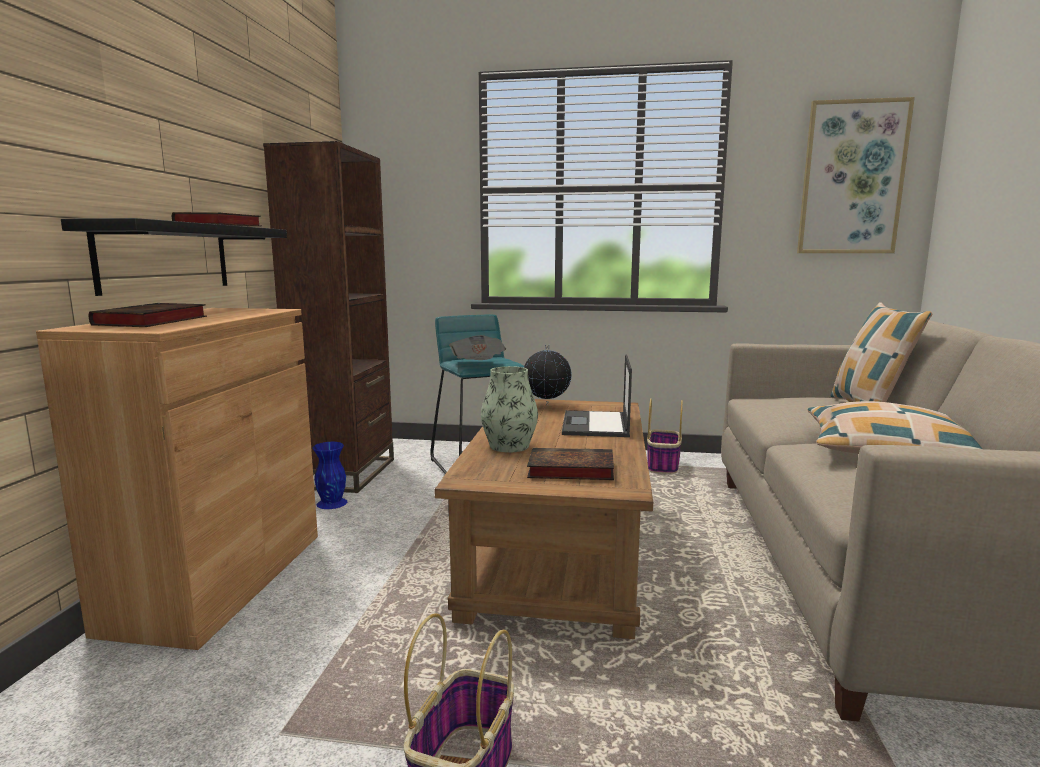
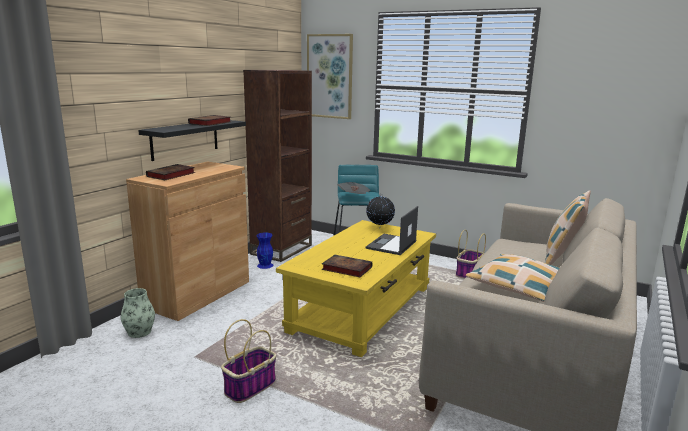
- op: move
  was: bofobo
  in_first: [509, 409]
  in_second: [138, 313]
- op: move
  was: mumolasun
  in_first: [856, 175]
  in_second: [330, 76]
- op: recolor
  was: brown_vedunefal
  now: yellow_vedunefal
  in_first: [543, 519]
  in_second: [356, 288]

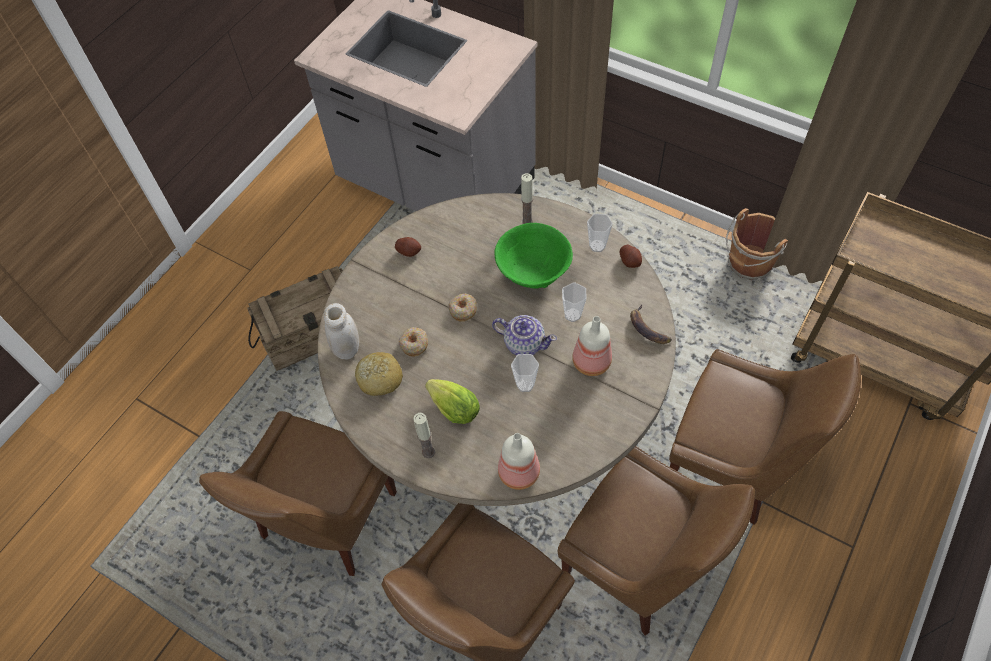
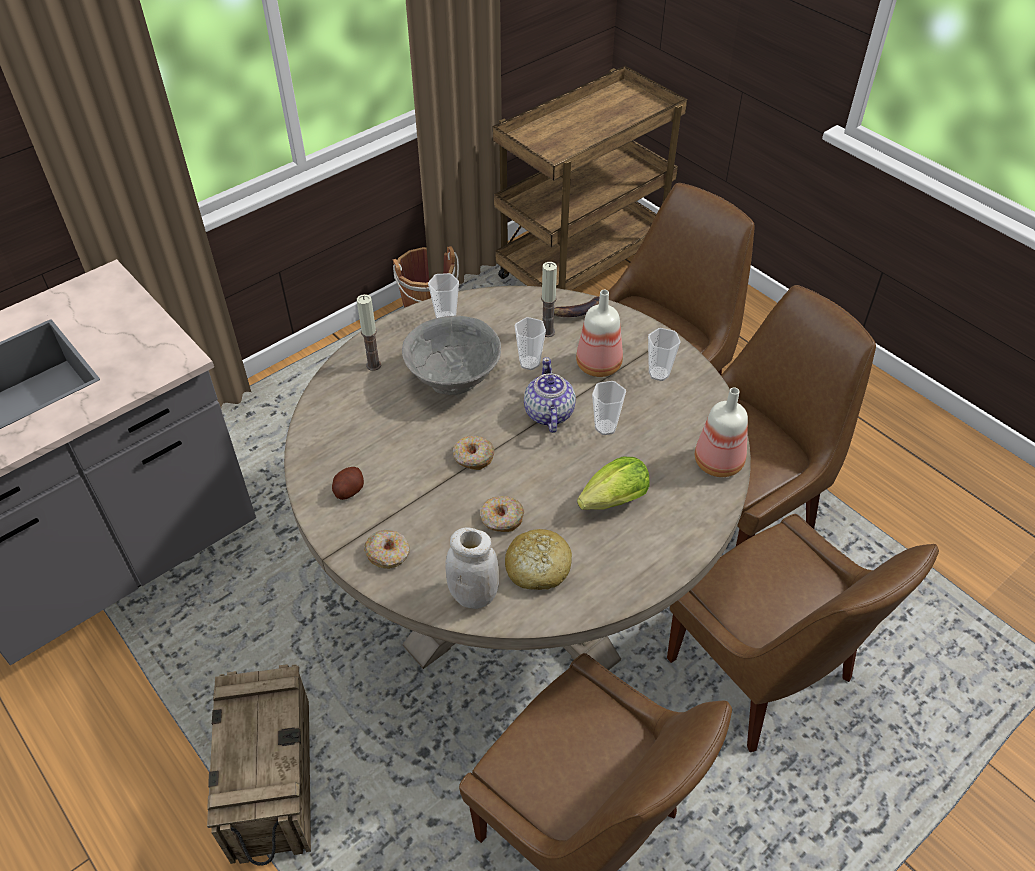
- op: delete
  was: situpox
  in_first: [630, 256]
- op: insert
  now: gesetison
  in_second: [387, 549]
- op: insert
  now: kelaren
  in_second: [664, 354]
- op: move
  was: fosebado
  in_first: [424, 435]
  in_second: [549, 299]
- op: recolor
  was: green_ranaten
  now: grey_ranaten
  in_first: [534, 255]
  in_second: [451, 355]
- op: rotate
  was: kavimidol
  in_first: [524, 335]
  in_second: [550, 395]
  clockwise: -45

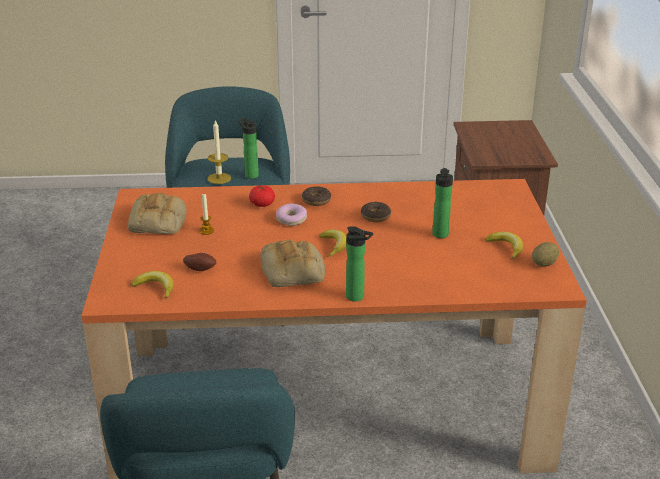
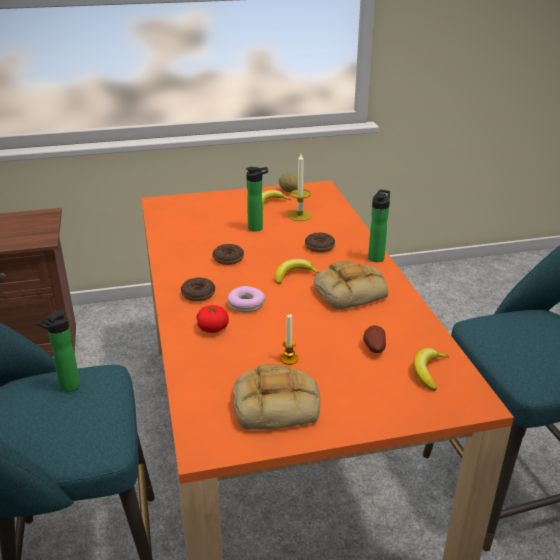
- op: insert
  now: gesetison
  in_second: [320, 242]
- op: move
  was: fosebado
  in_first: [219, 152]
  in_second: [300, 187]

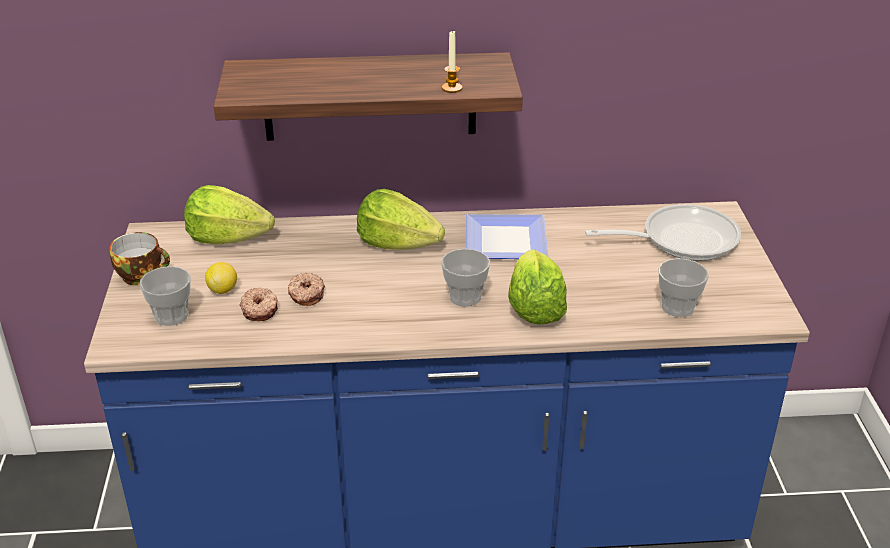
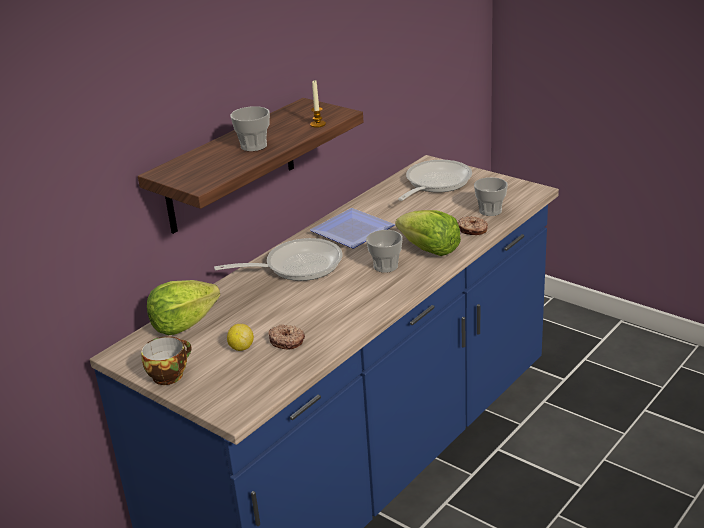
- op: move
  was: kelaren
  in_first: [165, 296]
  in_second: [250, 128]
- op: move
  was: gesetison
  in_first: [306, 289]
  in_second: [472, 225]
- op: replace
  was: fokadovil
  now: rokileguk
  in_first: [401, 219]
  in_second: [278, 259]

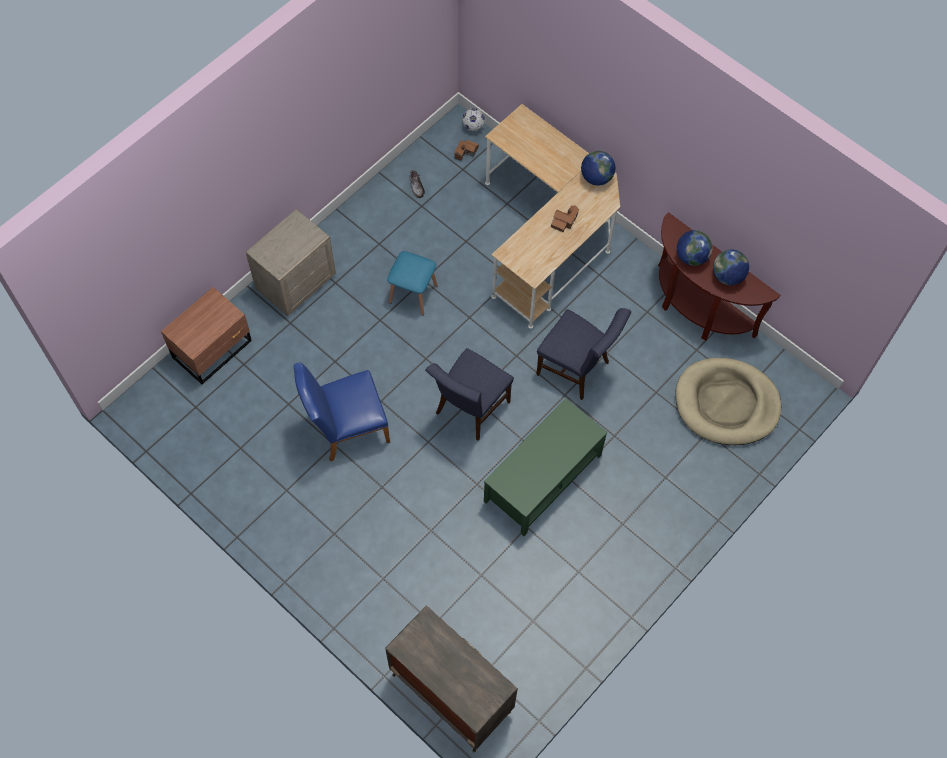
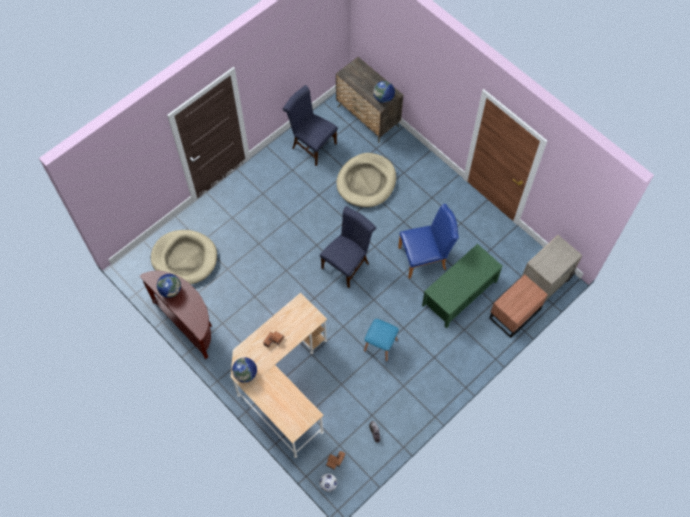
- op: insert
  now: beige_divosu
  in_second: [366, 180]
- op: move
  was: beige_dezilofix
  in_first: [291, 262]
  in_second: [552, 268]
- op: move
  was: green_vedunefal
  in_first: [546, 467]
  in_second: [462, 286]
- op: move
  was: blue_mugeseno
  in_first: [583, 354]
  in_second: [310, 125]
- op: move
  was: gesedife
  in_first: [695, 248]
  in_second: [384, 92]

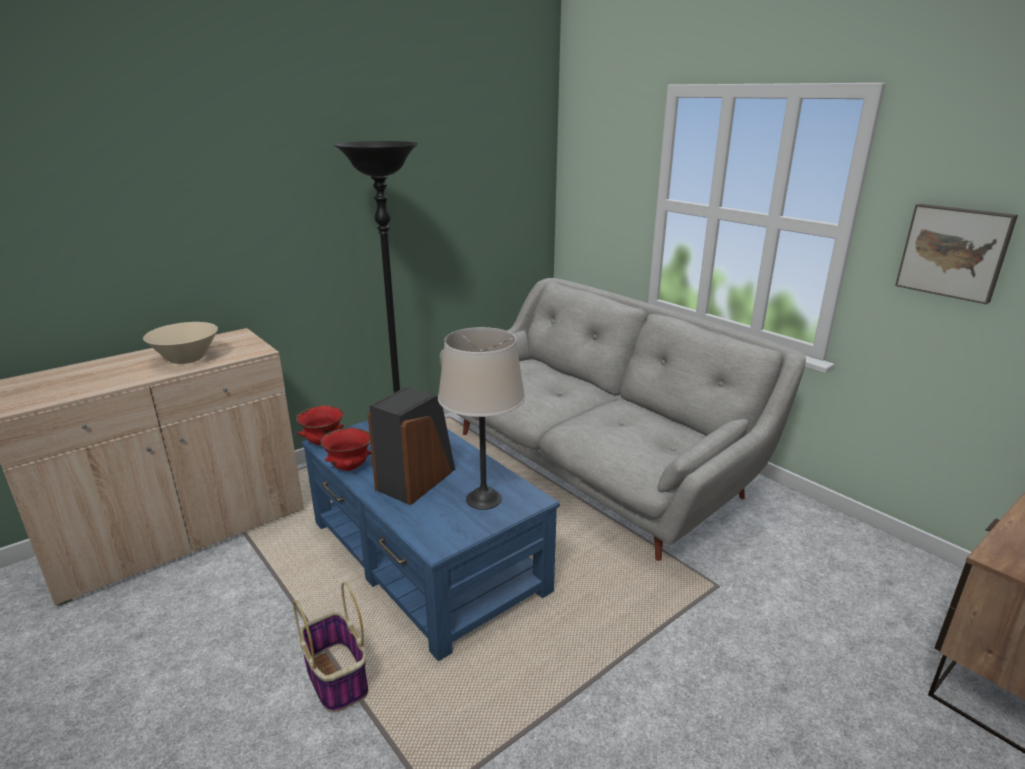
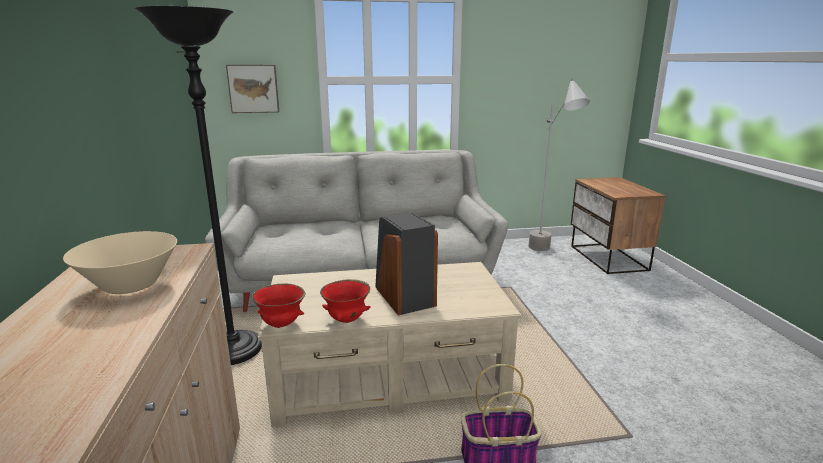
- op: delete
  was: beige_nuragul
  in_first: [481, 418]
- op: insert
  now: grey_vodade
  in_second: [559, 164]
- op: move
  was: mumolasun
  in_first: [956, 254]
  in_second: [252, 89]
- op: recolor
  was: blue_vedunefal
  now: beige_vedunefal
  in_first: [430, 540]
  in_second: [390, 344]

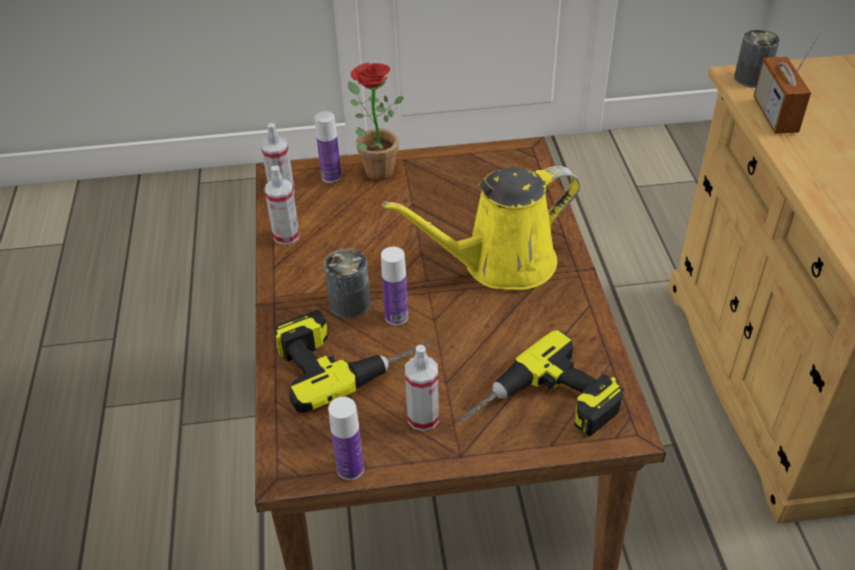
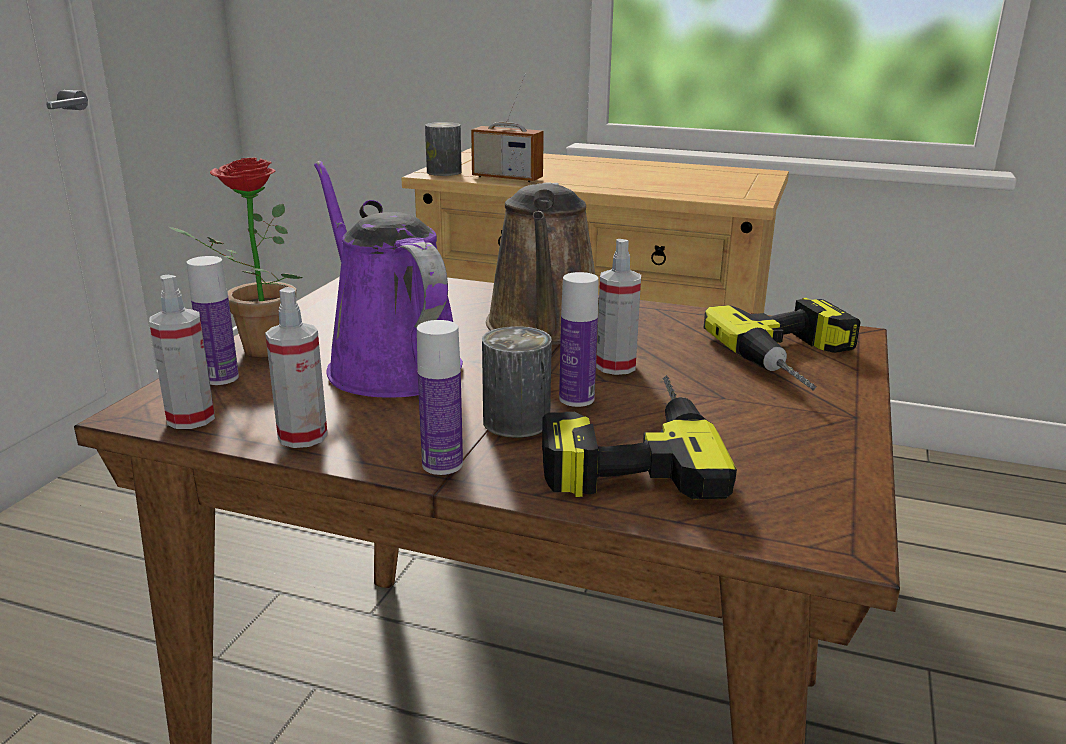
- op: insert
  now: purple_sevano
  in_second: [388, 279]
- op: move
  was: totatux
  in_first: [346, 438]
  in_second: [440, 397]
- op: move
  was: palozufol
  in_first: [422, 388]
  in_second: [618, 307]
- op: recolor
  was: yellow_sevano
  now: brown_sevano
  in_first: [481, 228]
  in_second: [542, 263]

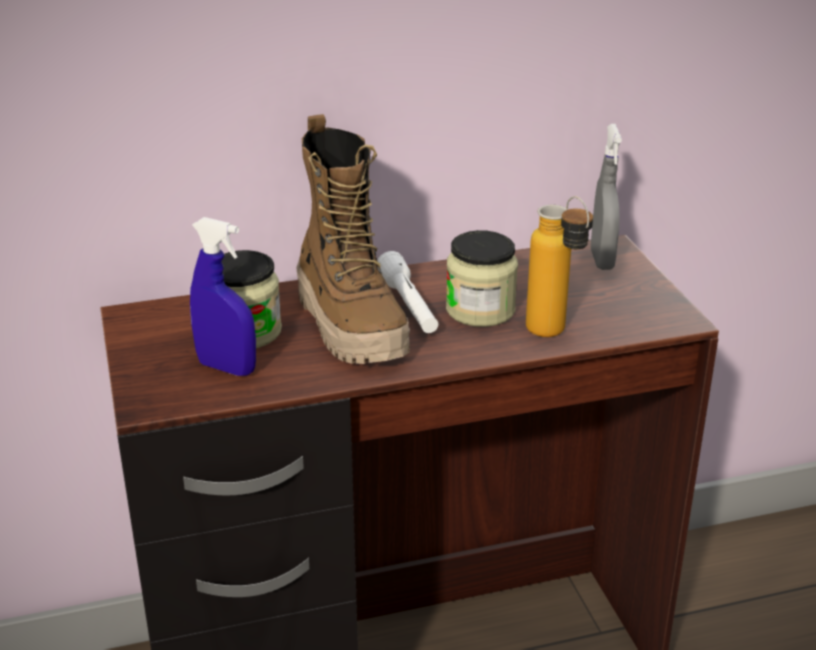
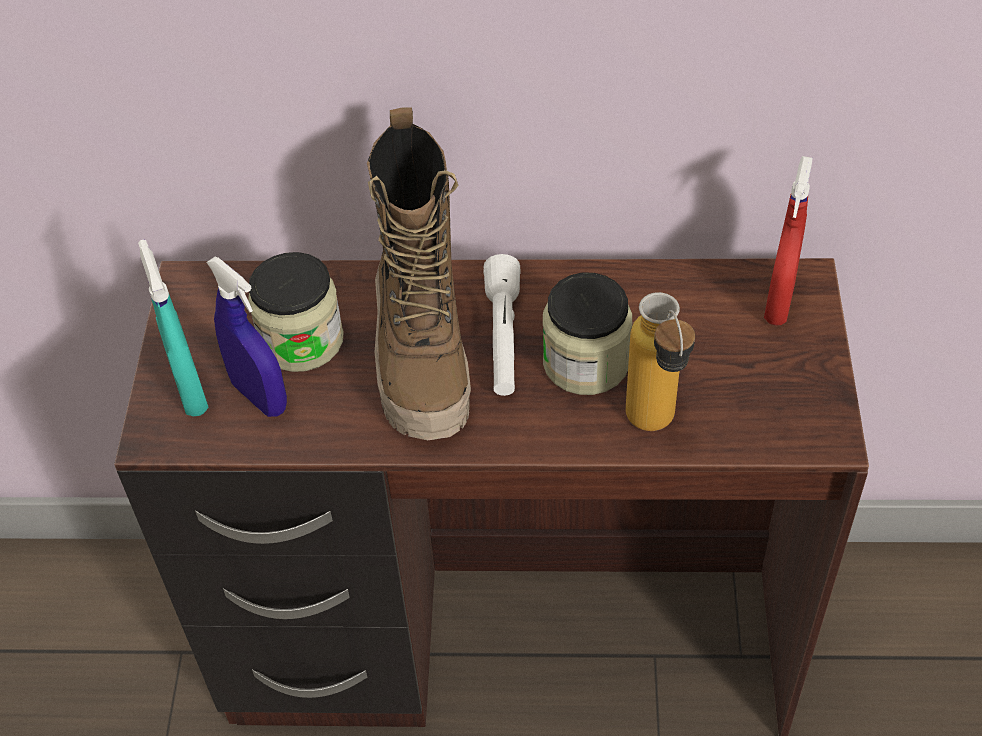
- op: insert
  now: turquoise_palozufol
  in_second: [173, 328]
- op: recolor
  was: grey_palozufol
  now: red_palozufol
  in_first: [606, 197]
  in_second: [788, 241]

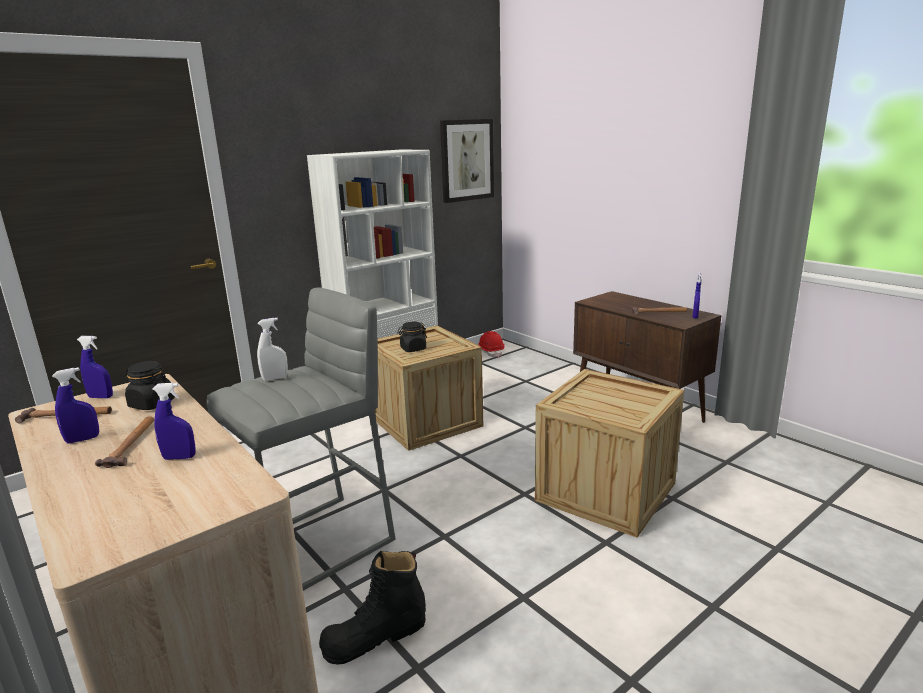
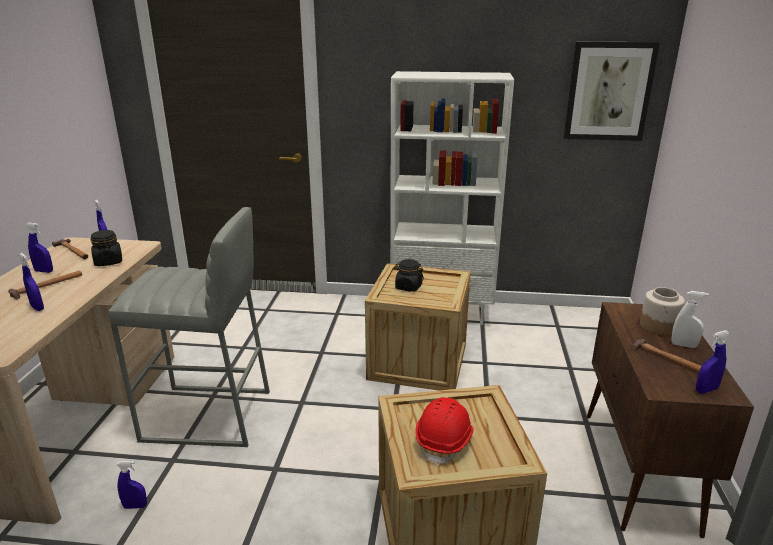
- op: insert
  now: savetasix
  in_second: [662, 311]
- op: move
  was: white_palozufol
  in_first: [272, 349]
  in_second: [690, 319]
- op: move
  was: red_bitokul
  in_first: [491, 344]
  in_second: [444, 431]
- op: replace
  was: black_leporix
  now: blue_palozufol
  in_first: [372, 608]
  in_second: [131, 485]

